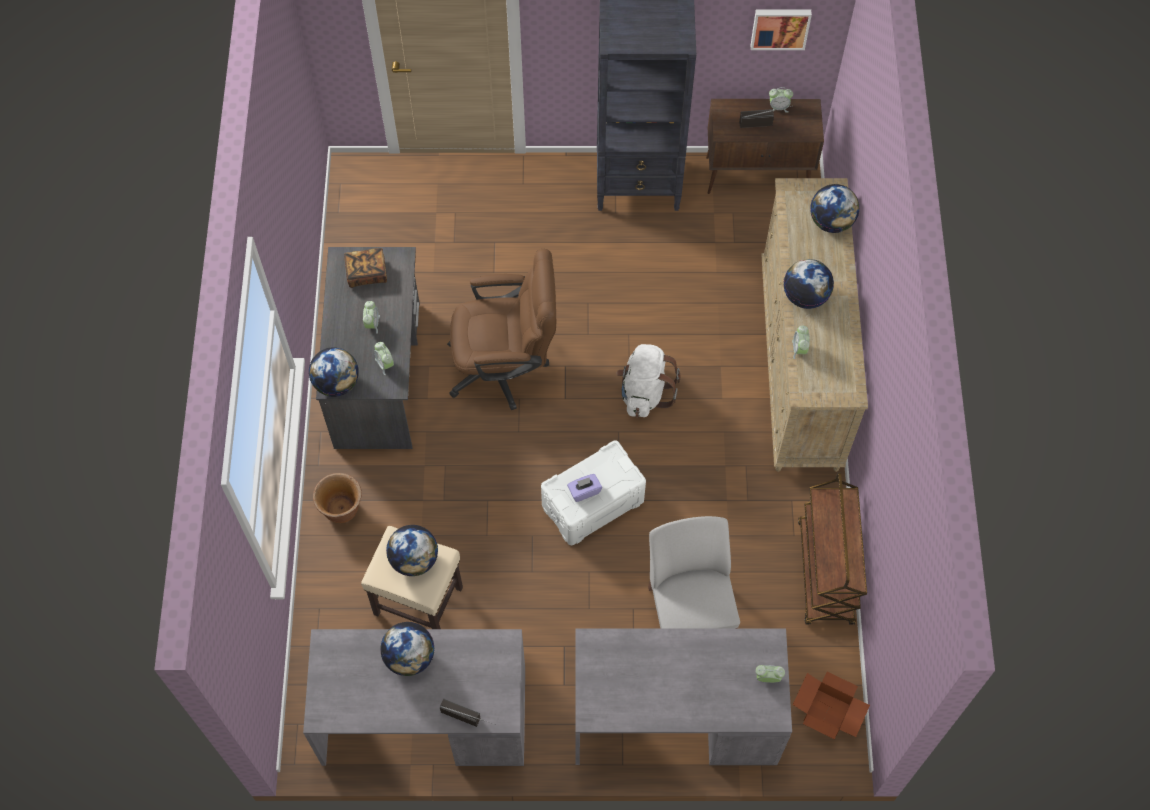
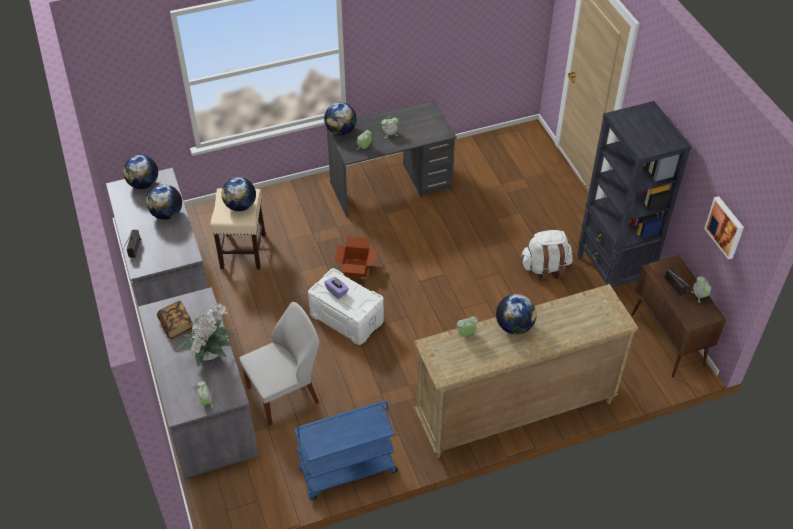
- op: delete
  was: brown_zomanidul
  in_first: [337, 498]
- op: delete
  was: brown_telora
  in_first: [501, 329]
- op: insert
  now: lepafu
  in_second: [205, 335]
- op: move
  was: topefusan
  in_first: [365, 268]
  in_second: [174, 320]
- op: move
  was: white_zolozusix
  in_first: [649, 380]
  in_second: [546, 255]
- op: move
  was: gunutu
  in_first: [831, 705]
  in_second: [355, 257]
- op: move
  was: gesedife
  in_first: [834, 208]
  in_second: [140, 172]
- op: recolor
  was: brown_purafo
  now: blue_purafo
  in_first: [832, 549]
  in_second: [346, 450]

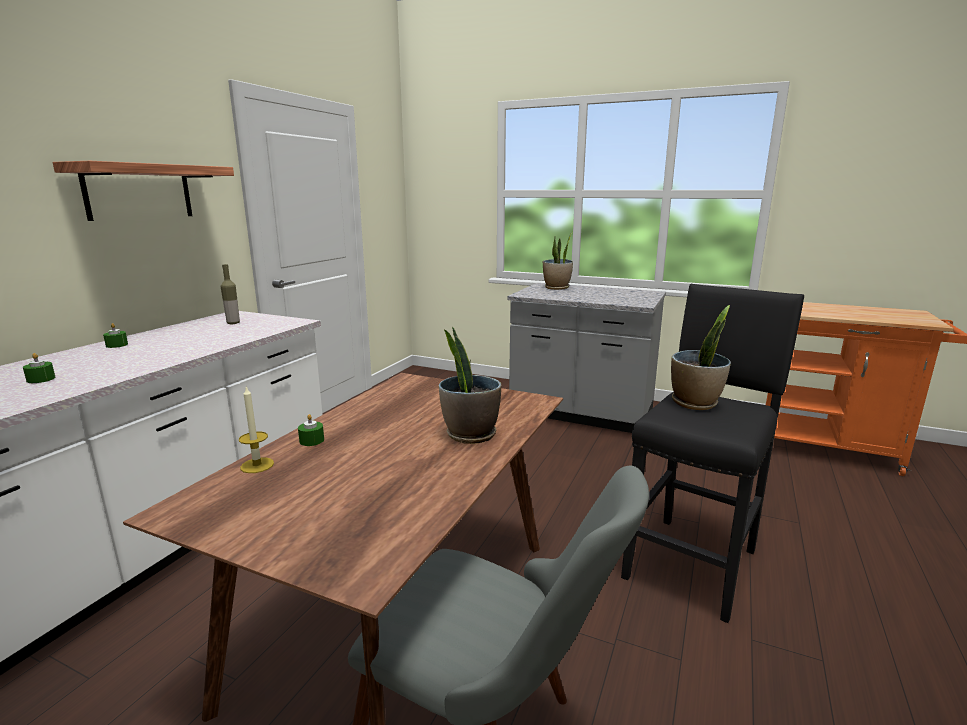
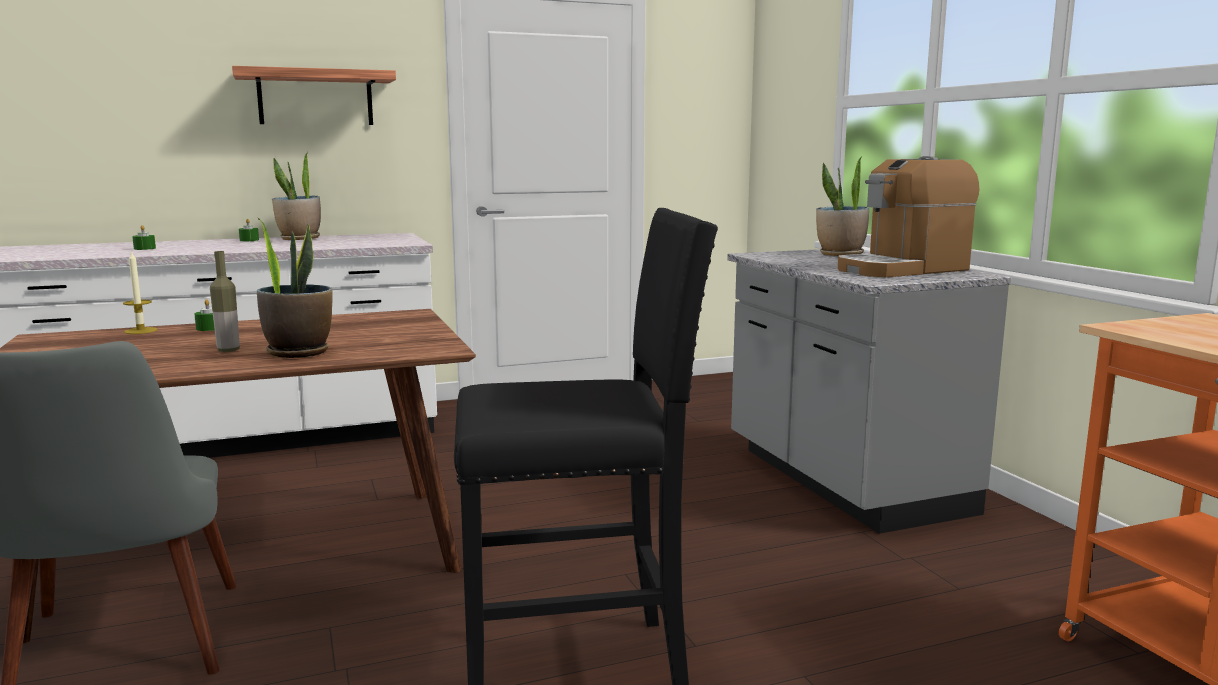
- op: insert
  now: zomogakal
  in_second: [909, 216]
- op: move
  was: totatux
  in_first: [230, 294]
  in_second: [225, 301]
- op: move
  was: lepafu
  in_first: [701, 357]
  in_second: [296, 196]

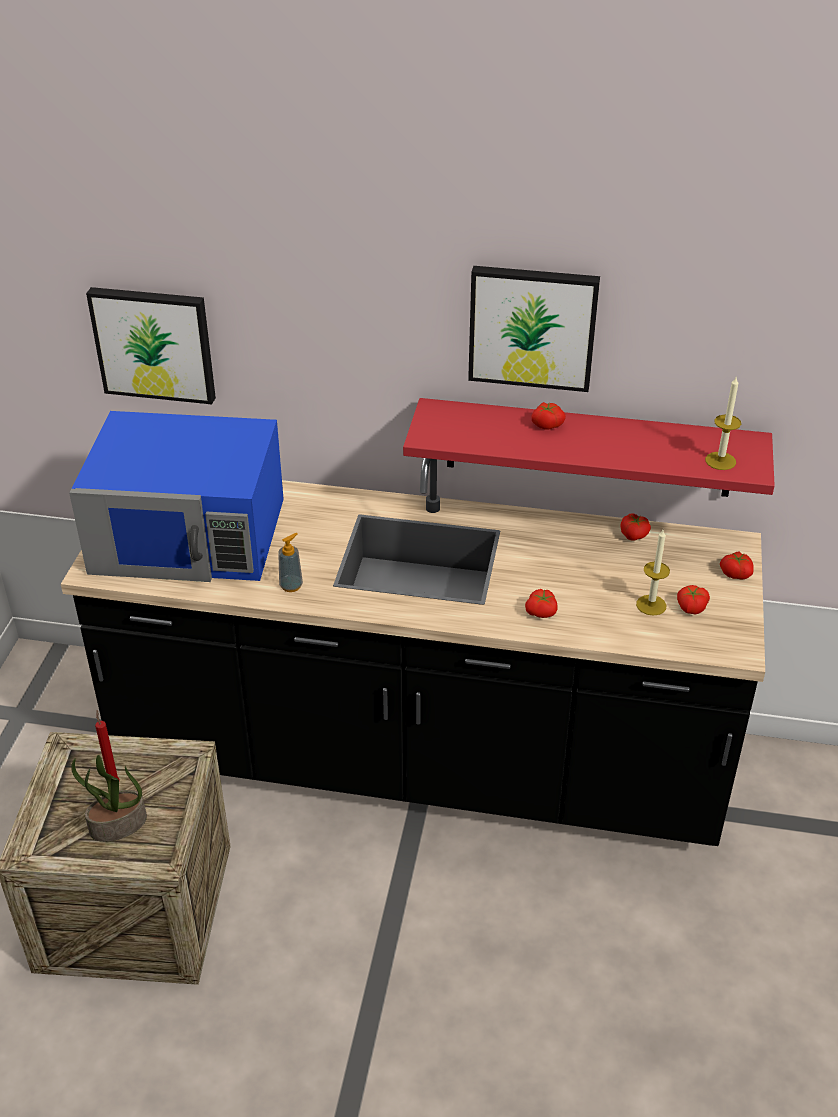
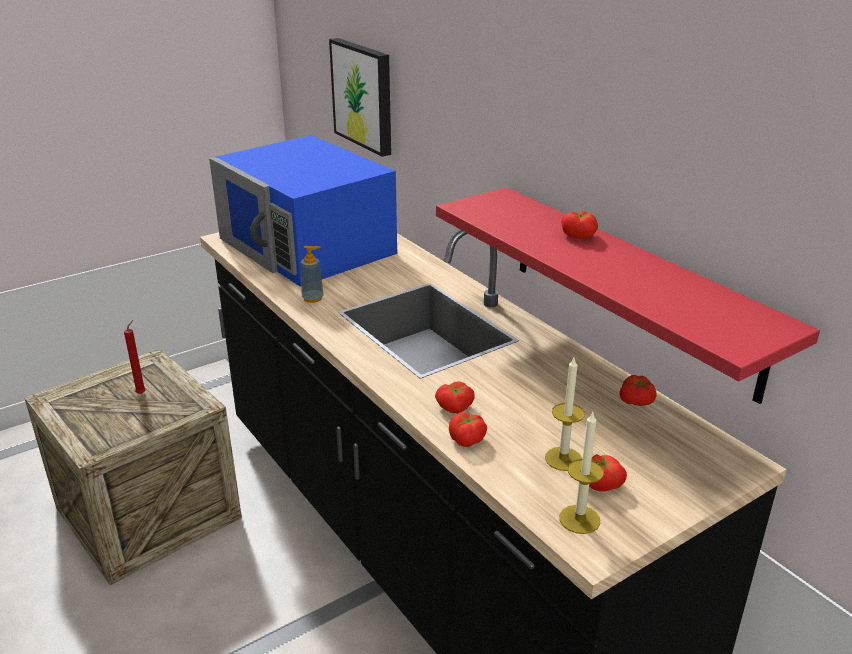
- op: delete
  was: lepafu
  in_first: [109, 798]
- op: delete
  was: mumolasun
  in_first: [534, 329]
- op: move
  was: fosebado
  in_first: [723, 423]
  in_second: [581, 473]
- op: move
  was: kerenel
  in_first: [737, 565]
  in_second: [468, 429]

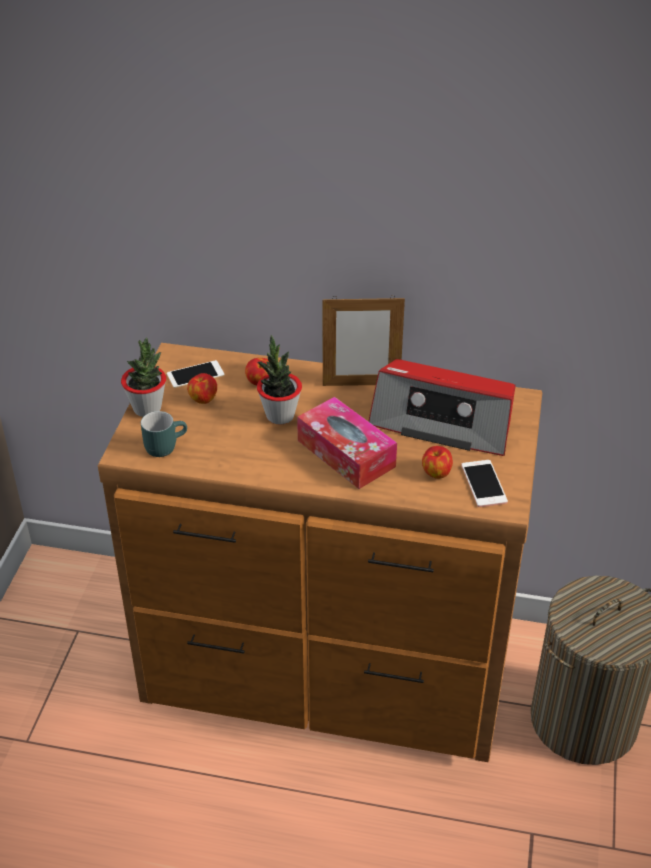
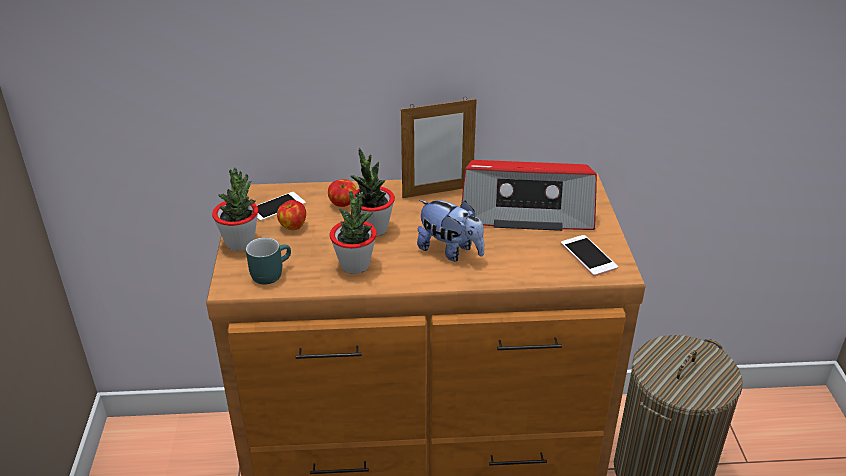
- op: delete
  was: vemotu
  in_first: [437, 462]
- op: insert
  now: lepafu
  in_second: [353, 232]
- op: replace
  was: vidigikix
  now: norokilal
  in_first: [347, 443]
  in_second: [451, 230]

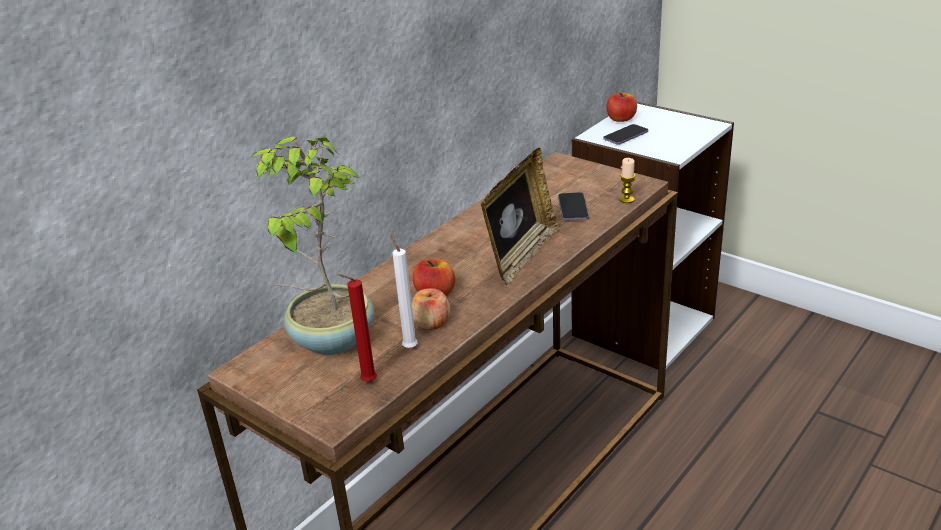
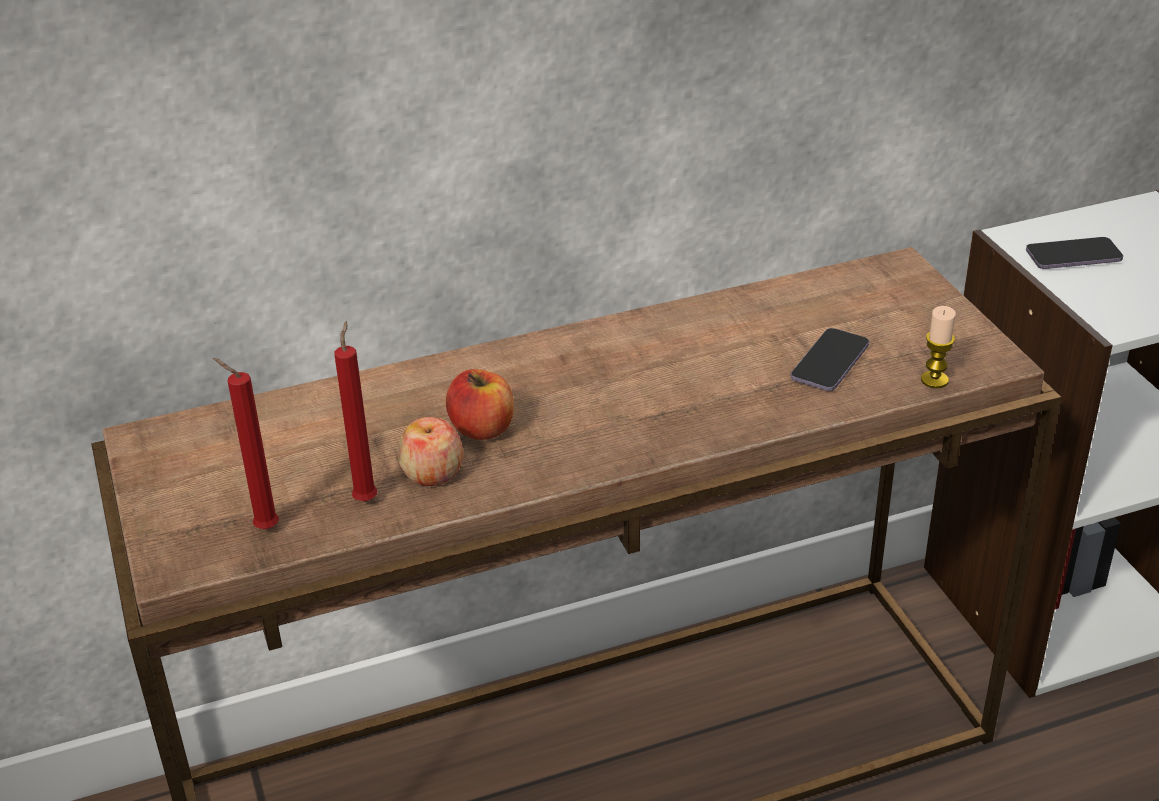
- op: delete
  was: lepafu
  in_first: [311, 246]
- op: delete
  was: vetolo
  in_first: [520, 216]
- op: delete
  was: vemotu
  in_first: [621, 107]
- op: recolor
  was: white_fosebado
  now: red_fosebado
  in_first: [405, 291]
  in_second: [355, 411]

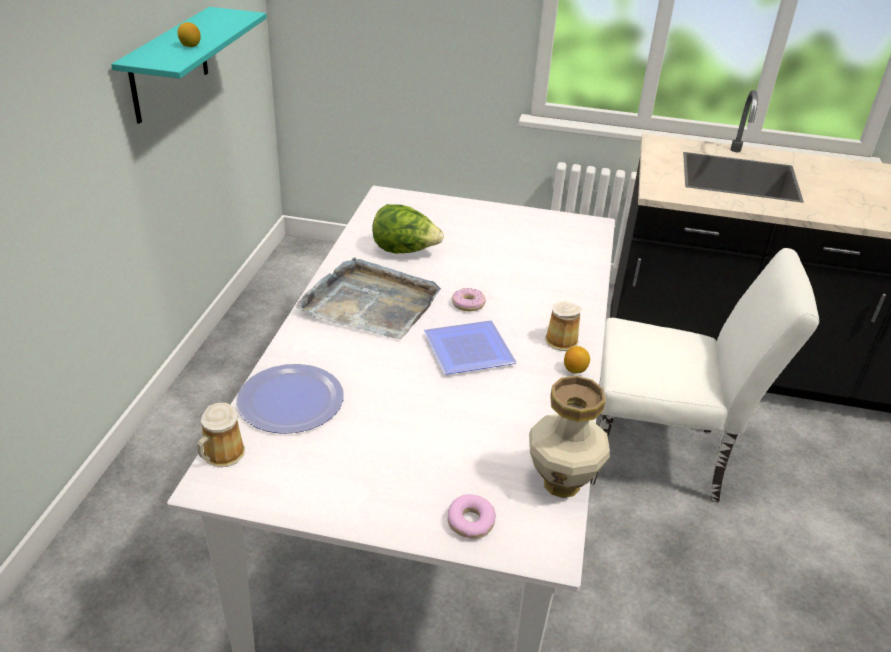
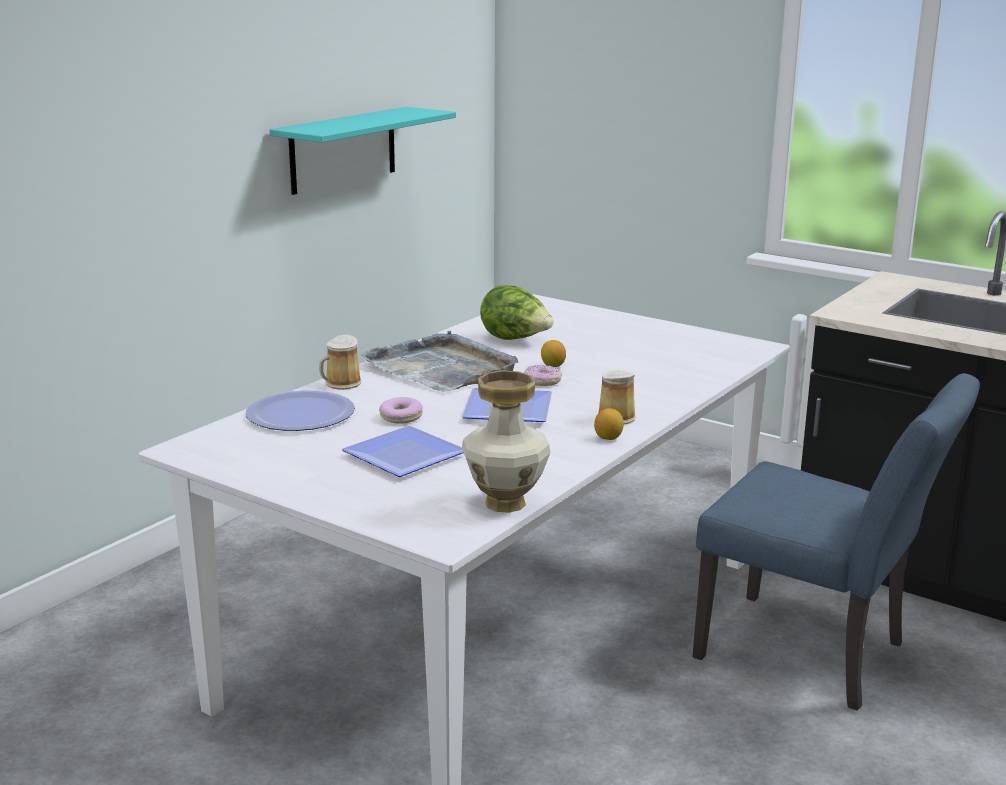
- op: insert
  now: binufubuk
  in_second: [403, 451]
- op: move
  was: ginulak
  in_first: [189, 34]
  in_second: [553, 353]
- op: move
  was: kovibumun
  in_first: [221, 435]
  in_second: [340, 362]
- op: move
  was: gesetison
  in_first: [472, 516]
  in_second: [401, 410]
- op: recolor
  was: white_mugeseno
  now: blue_mugeseno
  in_first: [704, 375]
  in_second: [836, 542]

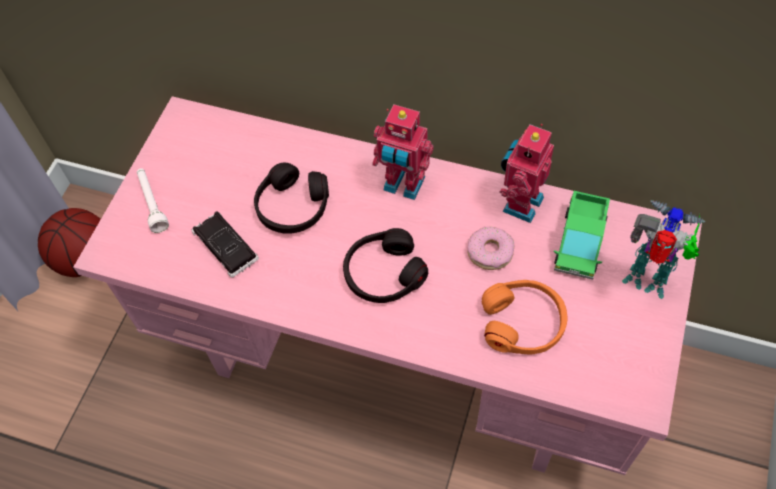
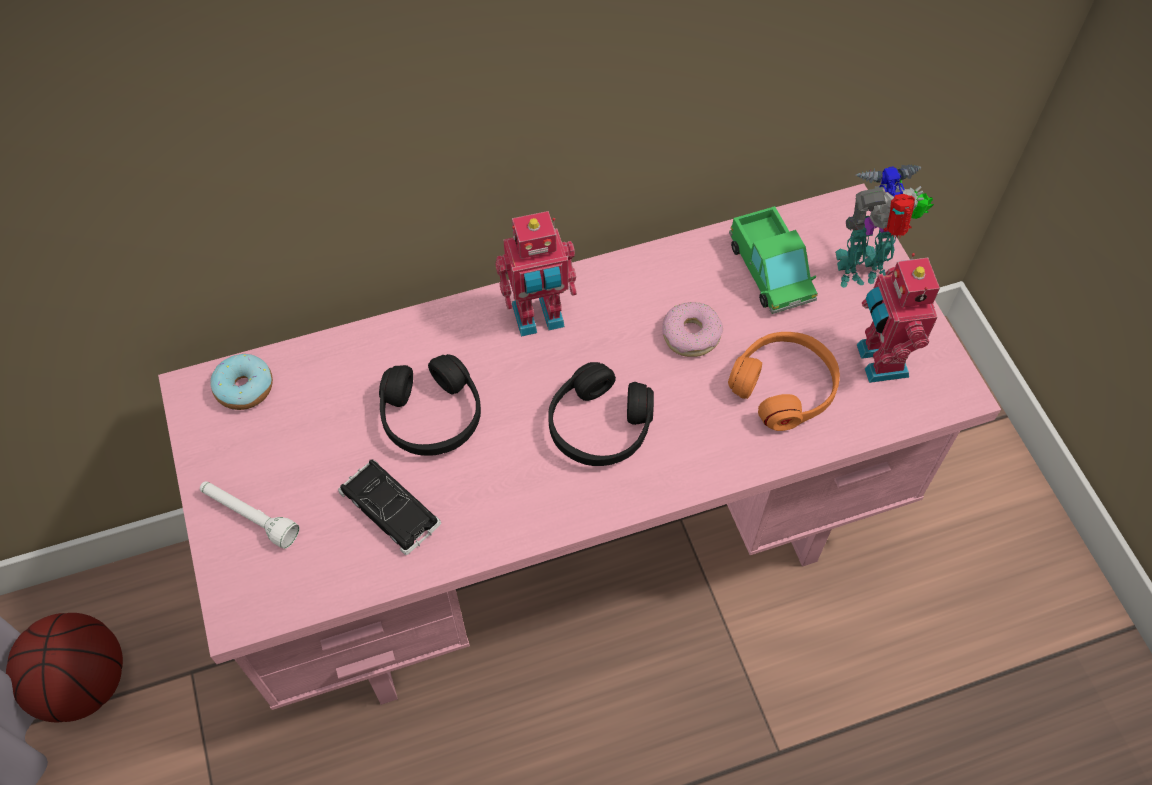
- op: insert
  now: gesetison
  in_second: [241, 382]
- op: move
  was: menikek
  in_first: [526, 173]
  in_second: [898, 318]
- op: rotate
  was: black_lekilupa
  in_first: [225, 244]
  in_second: [389, 507]
  clockwise: -150

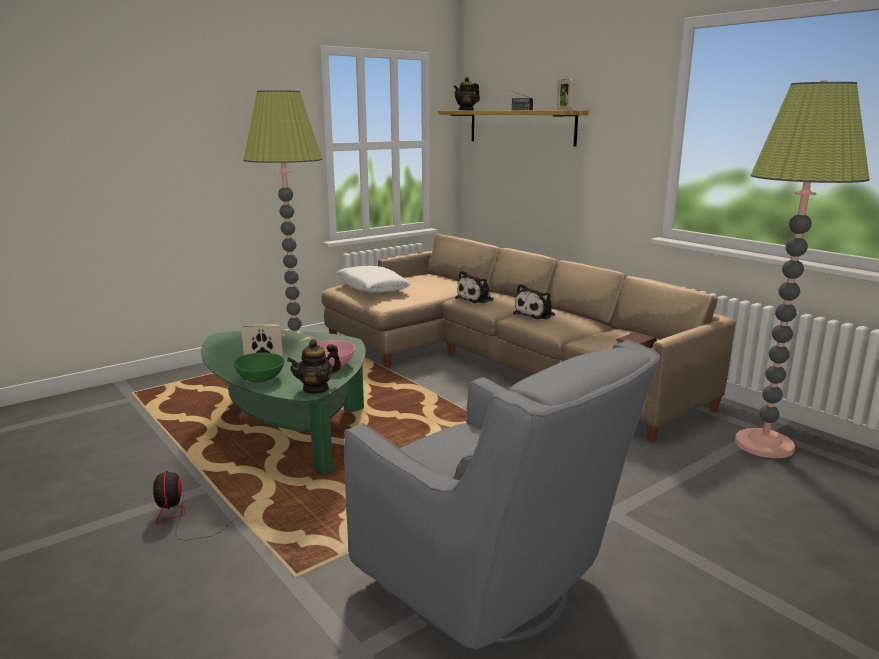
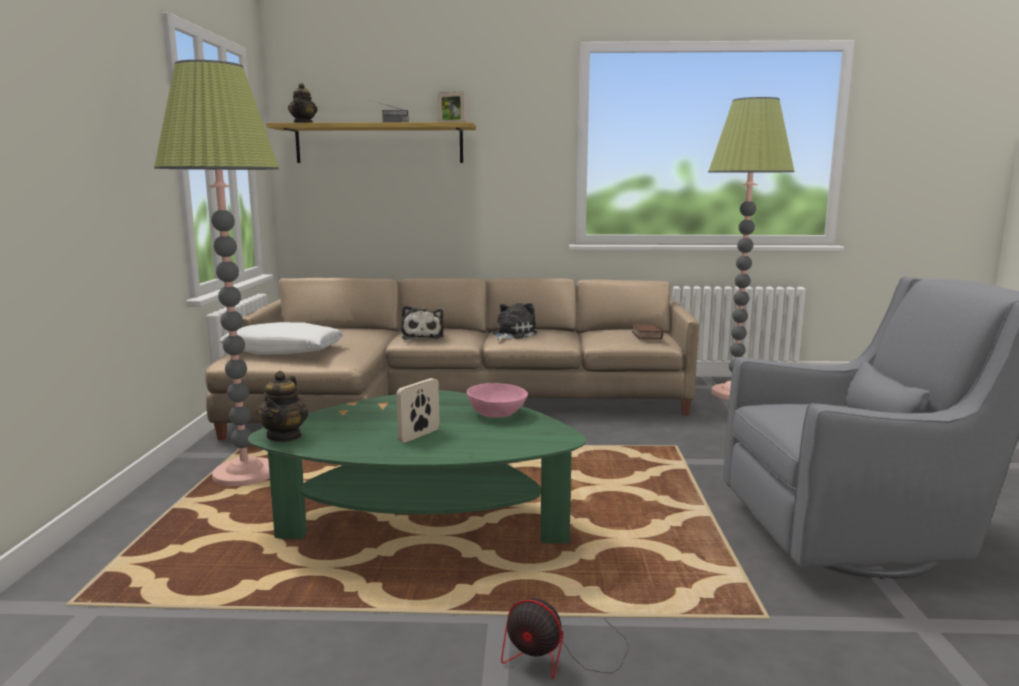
- op: delete
  was: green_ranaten
  in_first: [259, 367]
- op: move
  was: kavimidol
  in_first: [314, 366]
  in_second: [282, 406]
- op: rotate
  was: norokilal
  in_first: [534, 302]
  in_second: [514, 322]
  clockwise: -135

